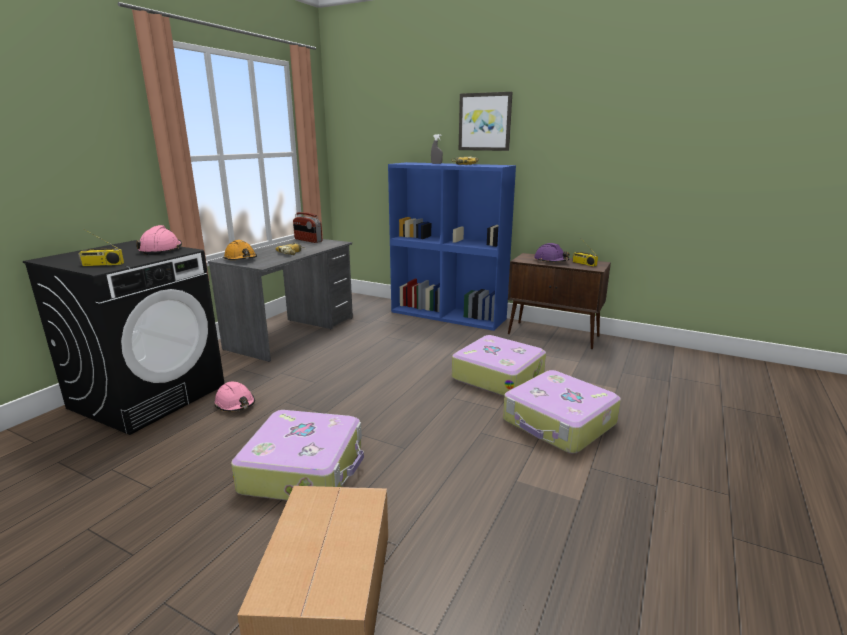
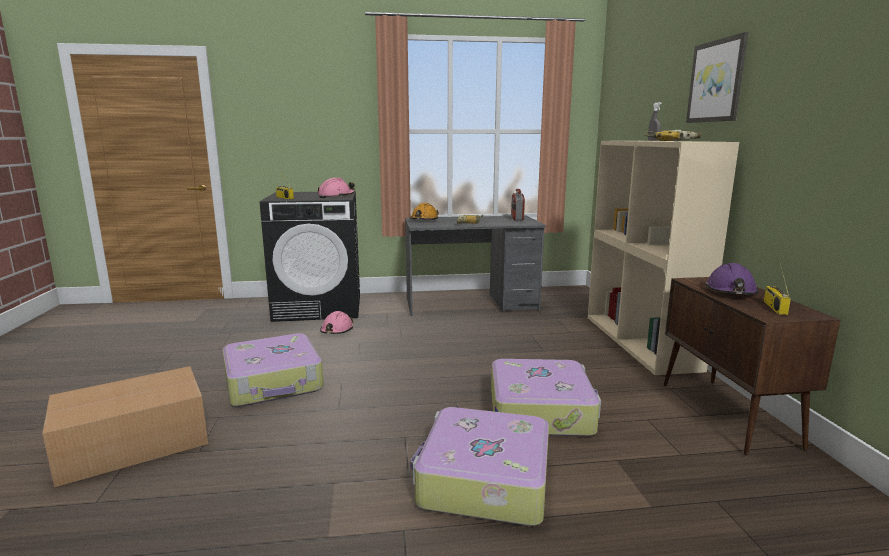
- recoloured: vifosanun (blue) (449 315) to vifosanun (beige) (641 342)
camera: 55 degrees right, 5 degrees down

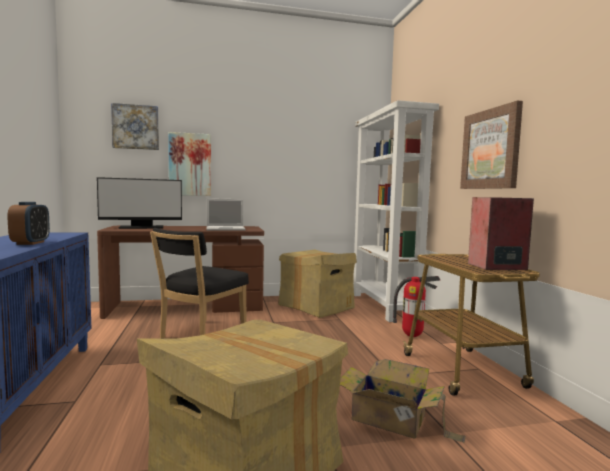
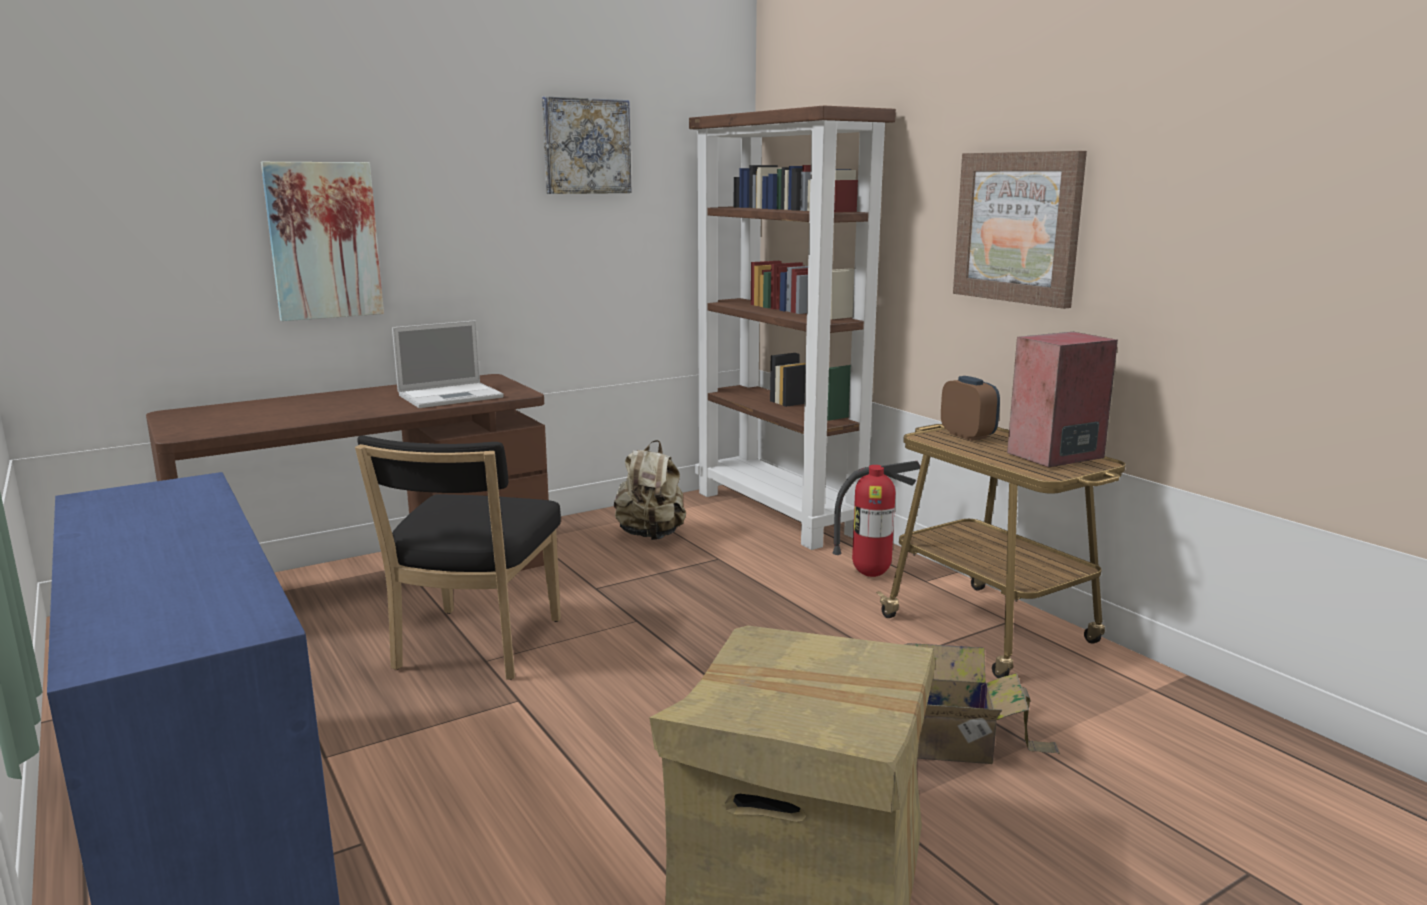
- moved: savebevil (30 243) to (968 435)
- removed: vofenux (141 227)
- moved: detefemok (135 127) to (586 146)
- replaced: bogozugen (316 307) to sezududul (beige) (651 535)
- recoloured: vifosanun (white) (384 306) to vifosanun (brown) (779 513)
camera: 20 degrees left, 10 degrees up

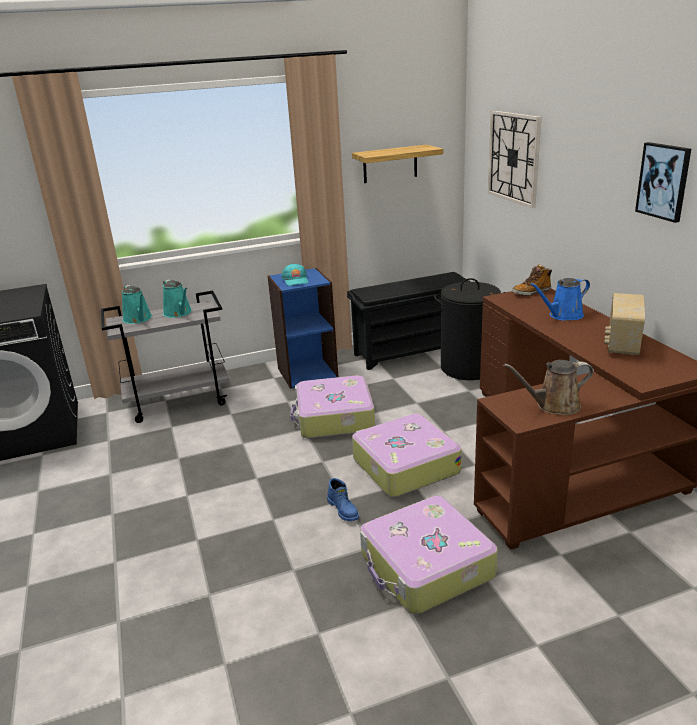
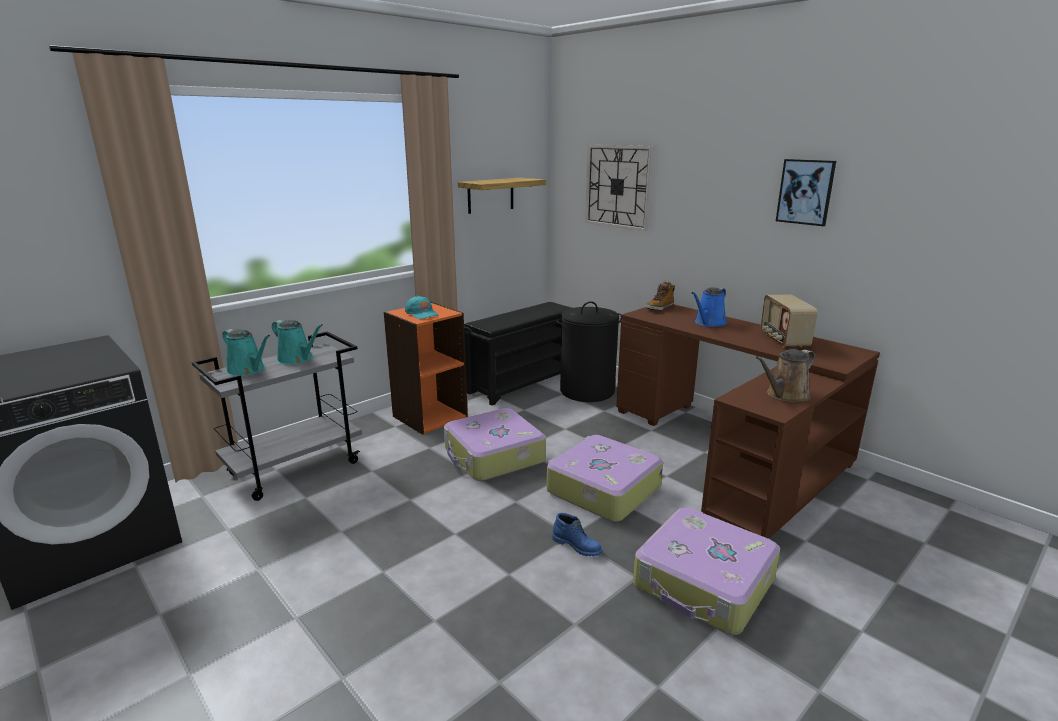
- recoloured: vifosanun (blue) (307 373) to vifosanun (orange) (429 416)
camera: 25 degrees left, 5 degrees down

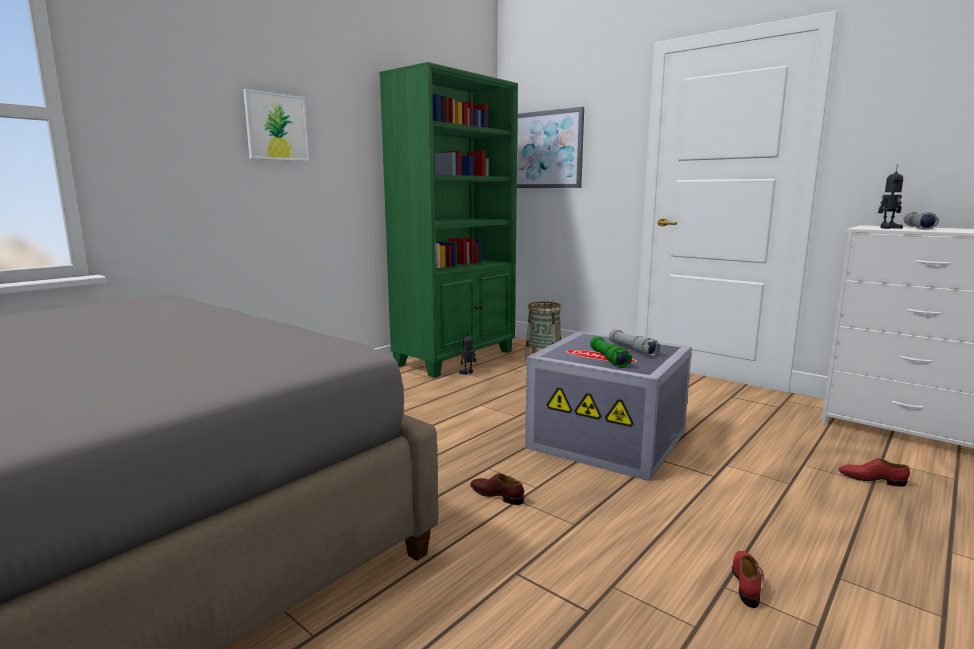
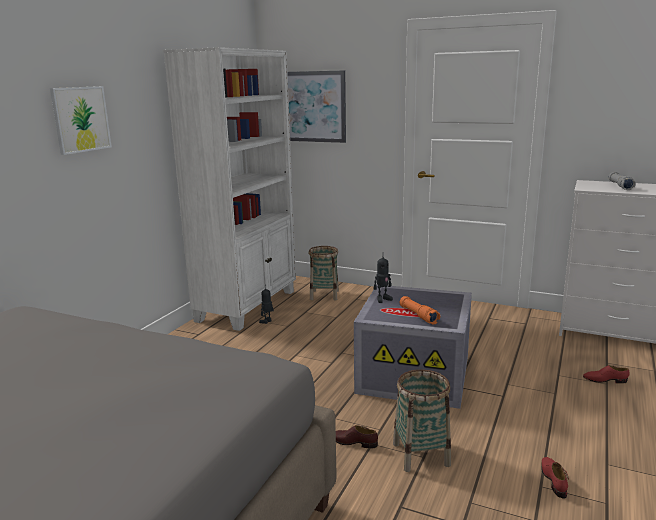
- recoloured: vifosanun (green) (456 358) to vifosanun (white) (248 305)
- recoloured: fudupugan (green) (608 359) to fudupugan (orange) (418 315)
- removed: fudupugan (grey) (632 349)
- moved: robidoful (888 228) to (382 299)
- added: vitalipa (421 454)
camera: 15 degrees left, 5 degrees up

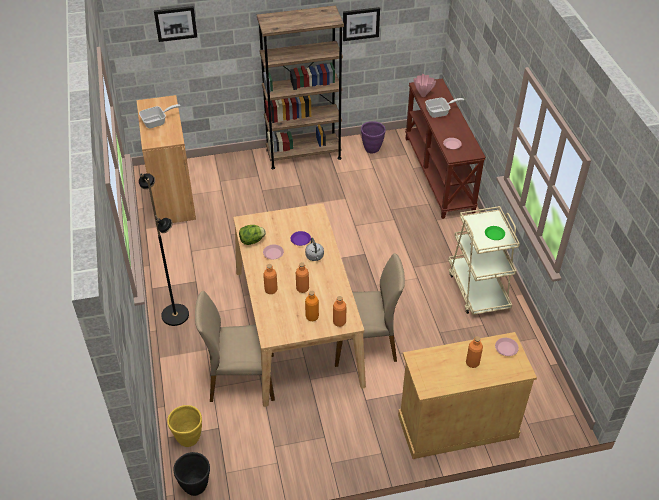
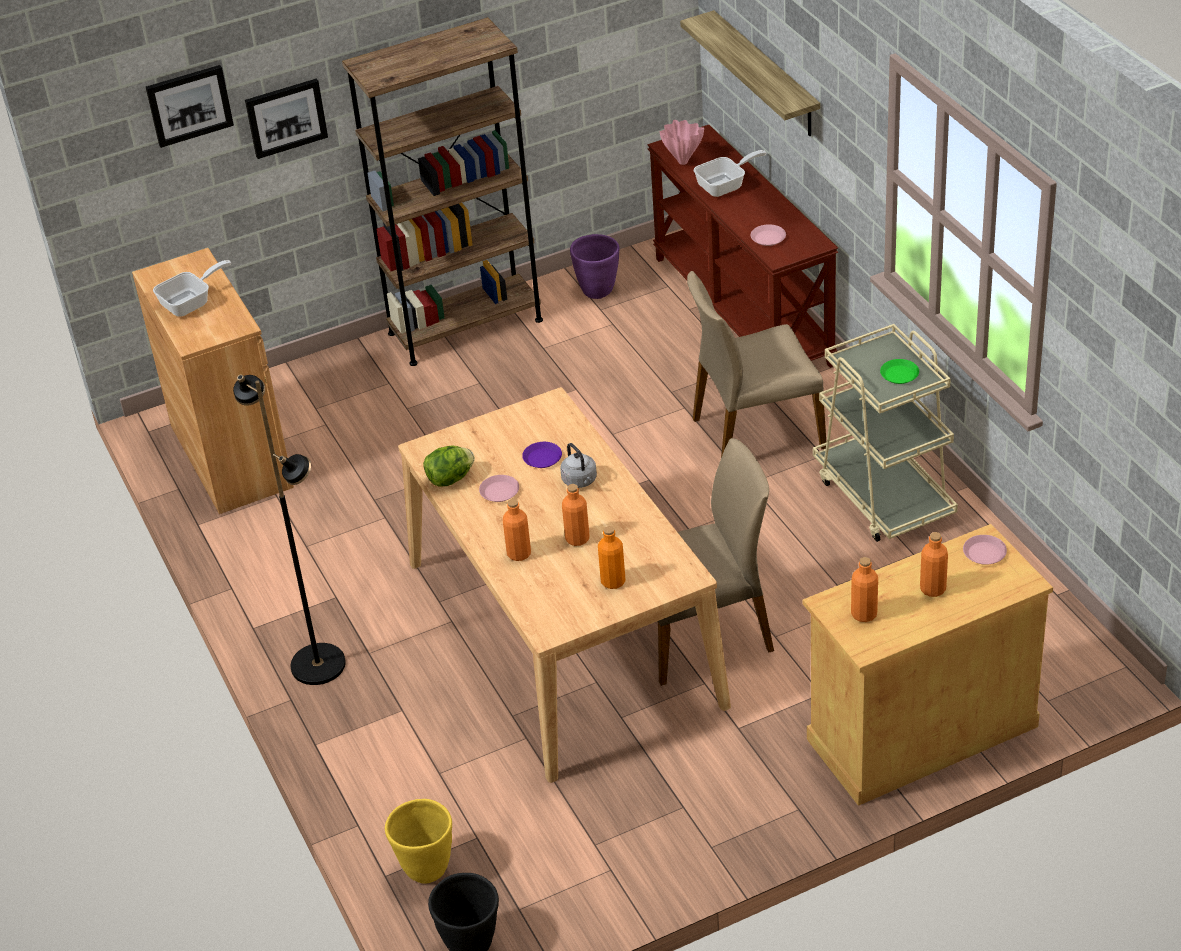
- moved: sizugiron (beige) (241 378) to (756 432)
- moved: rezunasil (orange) (339 322) to (864 614)
- moved: detefemok (360 23) to (286 117)
- added: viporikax (765 75)
camera: 10 degrees left, 5 degrees down

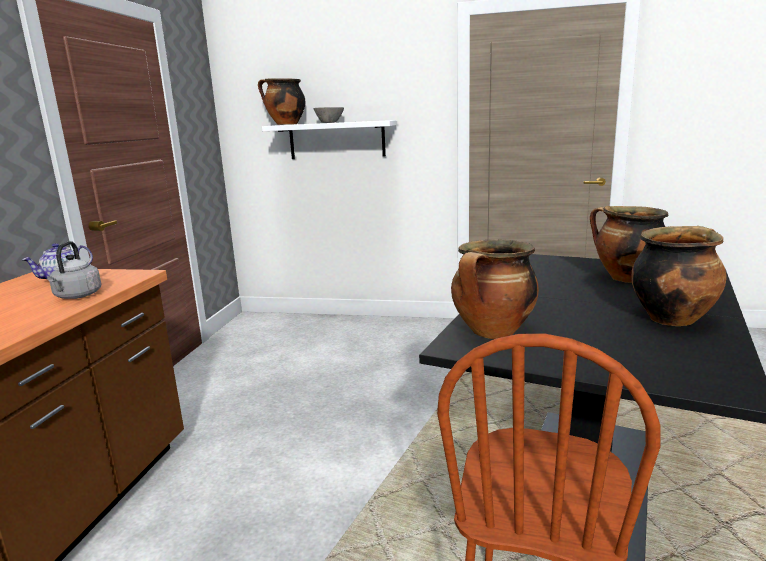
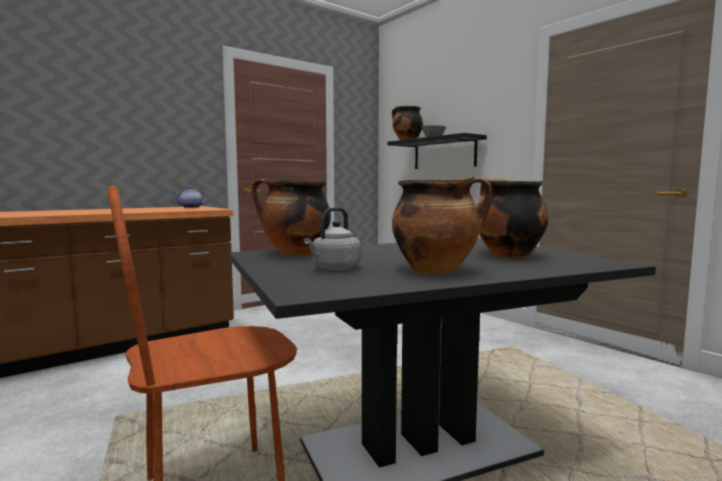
- moved: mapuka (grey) (77 296) to (334 268)
- recoloured: viporikax (white) (336 140) to viporikax (black) (444 153)
camera: 40 degrees right, 10 degrees down

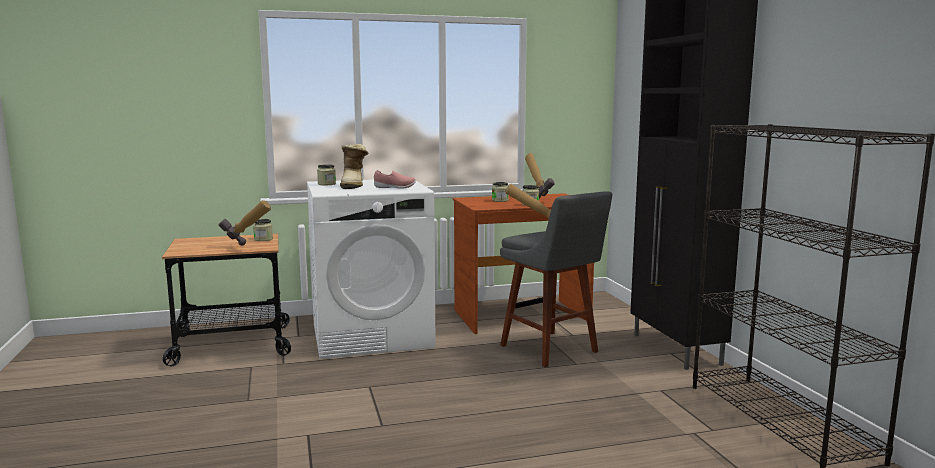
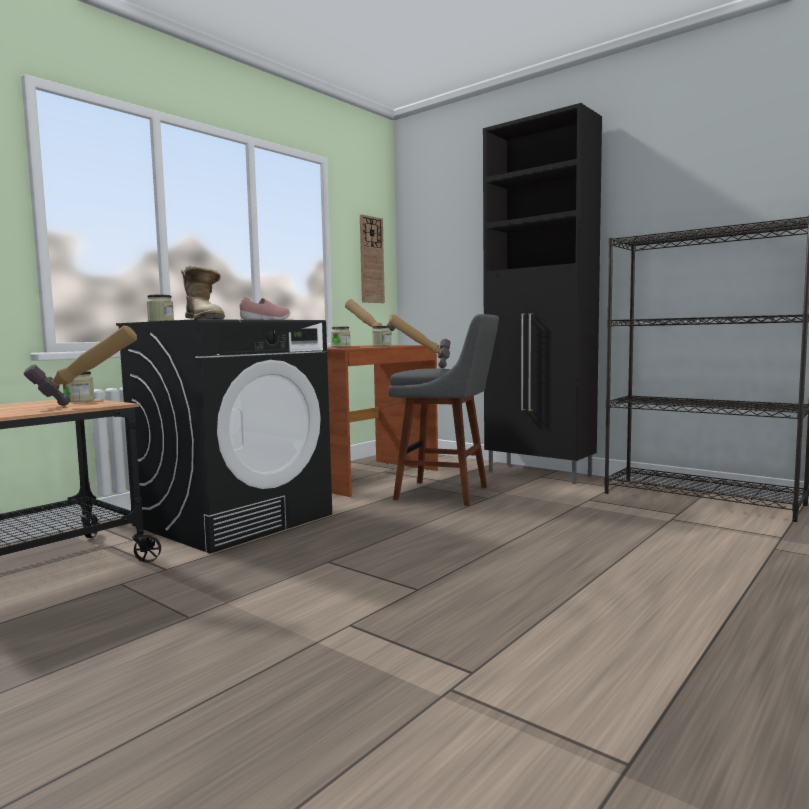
- recoloured: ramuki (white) (372 335) to ramuki (black) (234 519)
- added: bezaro (371 260)
camera: 35 degrees left, 5 degrees down

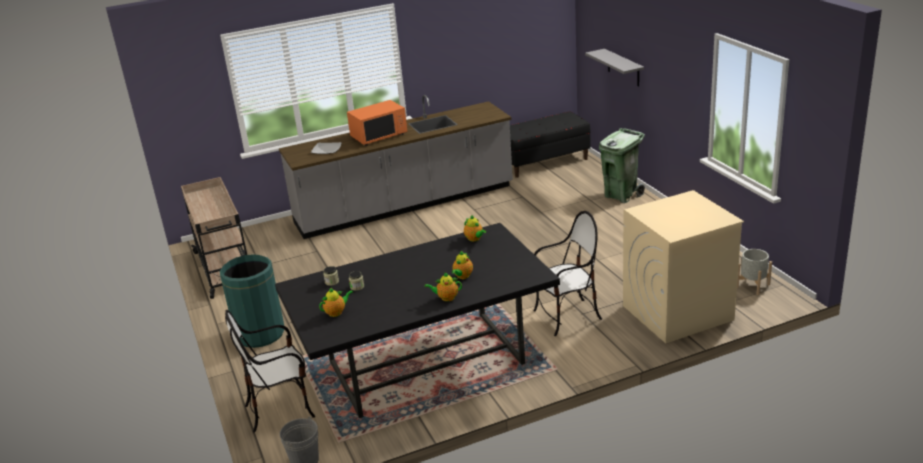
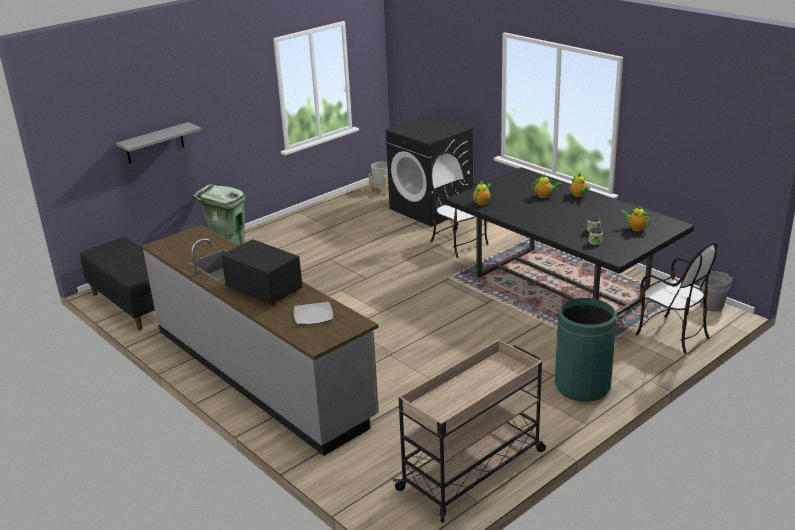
- recoloured: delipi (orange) (379 136) to delipi (black) (263 289)
- recoloured: ramuki (beige) (677 313) to ramuki (black) (431 209)
camera: 110 degrees left, 0 degrees up

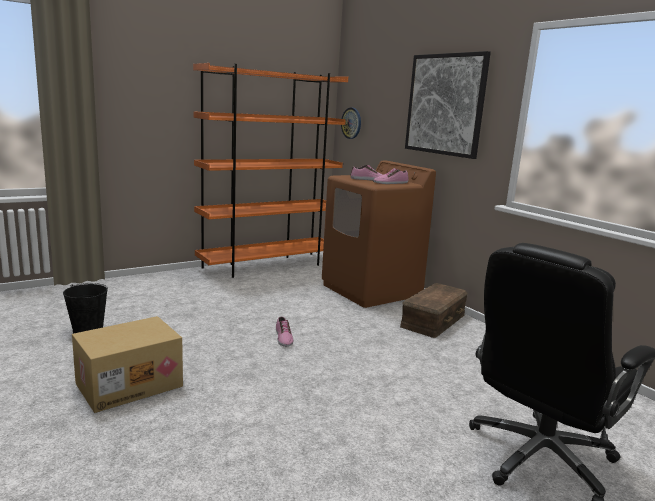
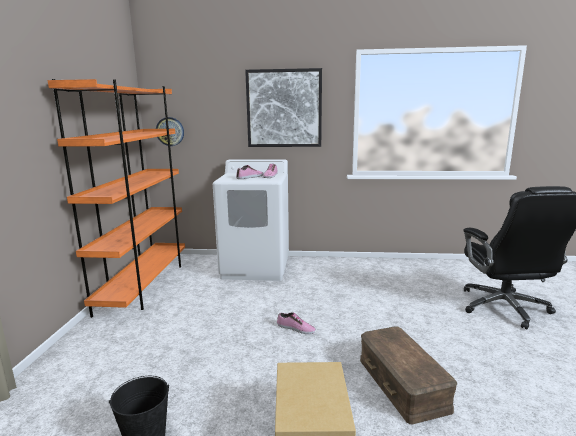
- recoloured: ramuki (brown) (371 290) to ramuki (white) (256 267)
- moved: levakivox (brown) (432 320) to (401 383)
camera: 50 degrees left, 0 degrees up

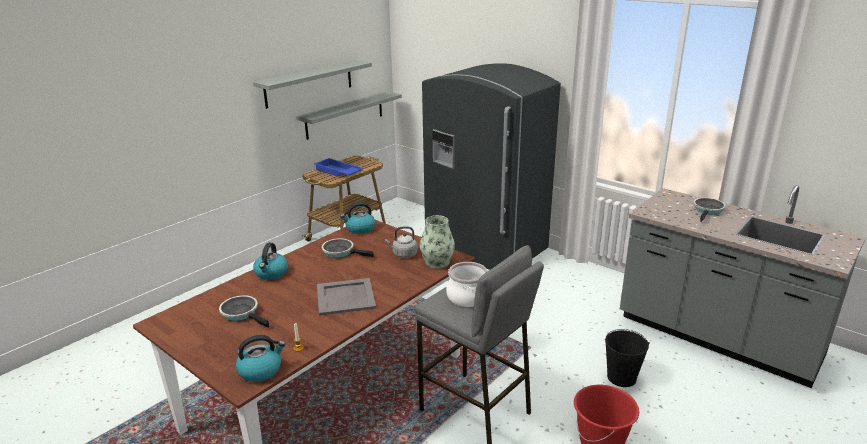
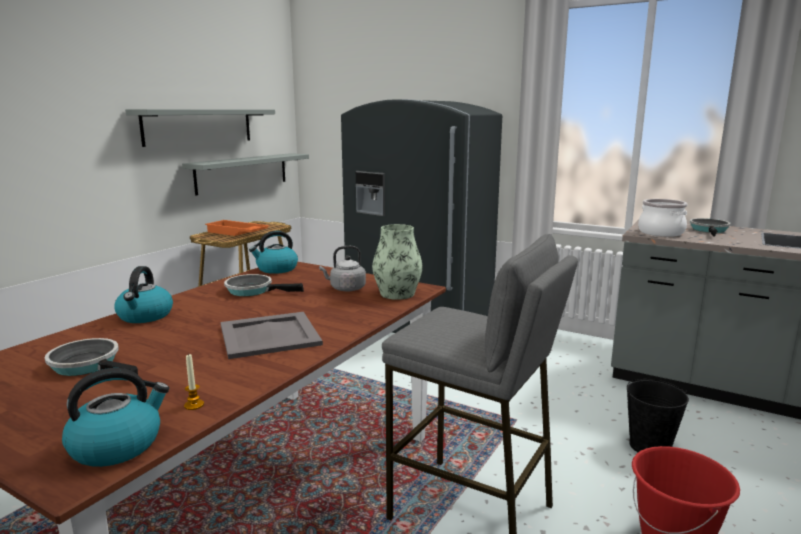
- recoloured: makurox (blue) (338 172) to makurox (orange) (236 233)
- moved: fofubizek (468 297) to (661 233)
camera: 10 degrees left, 10 degrees down

